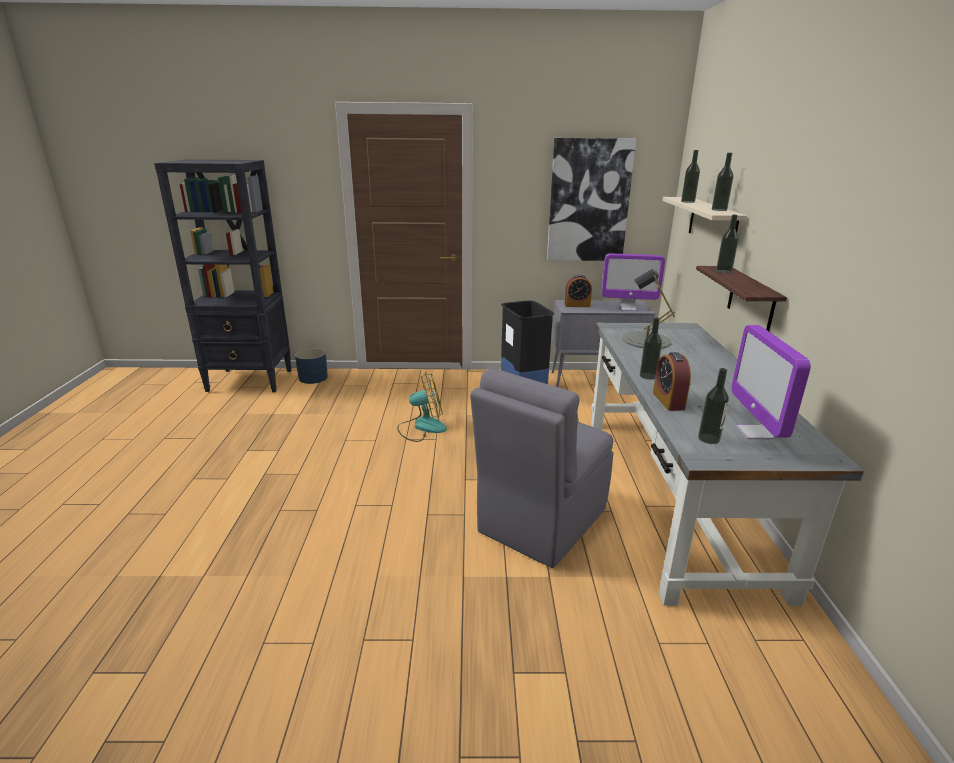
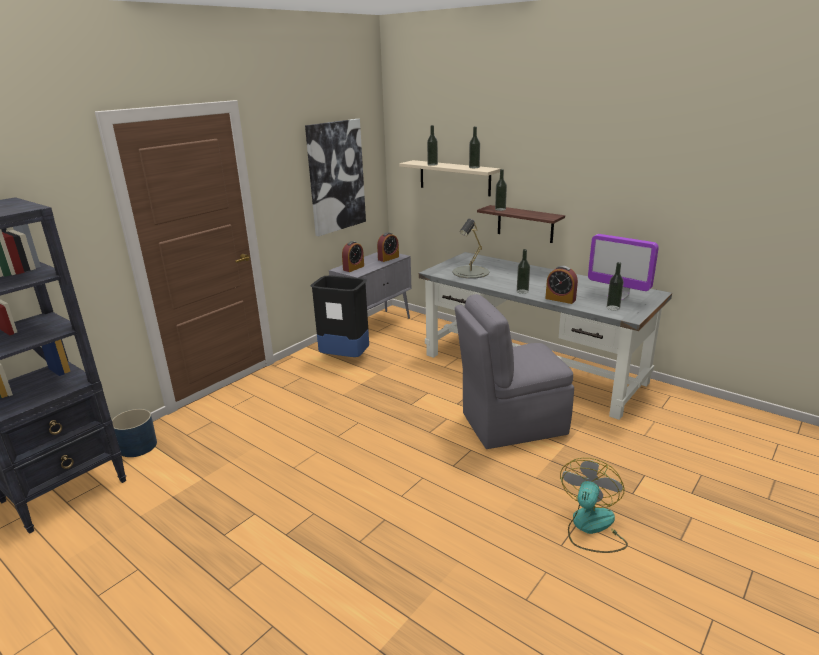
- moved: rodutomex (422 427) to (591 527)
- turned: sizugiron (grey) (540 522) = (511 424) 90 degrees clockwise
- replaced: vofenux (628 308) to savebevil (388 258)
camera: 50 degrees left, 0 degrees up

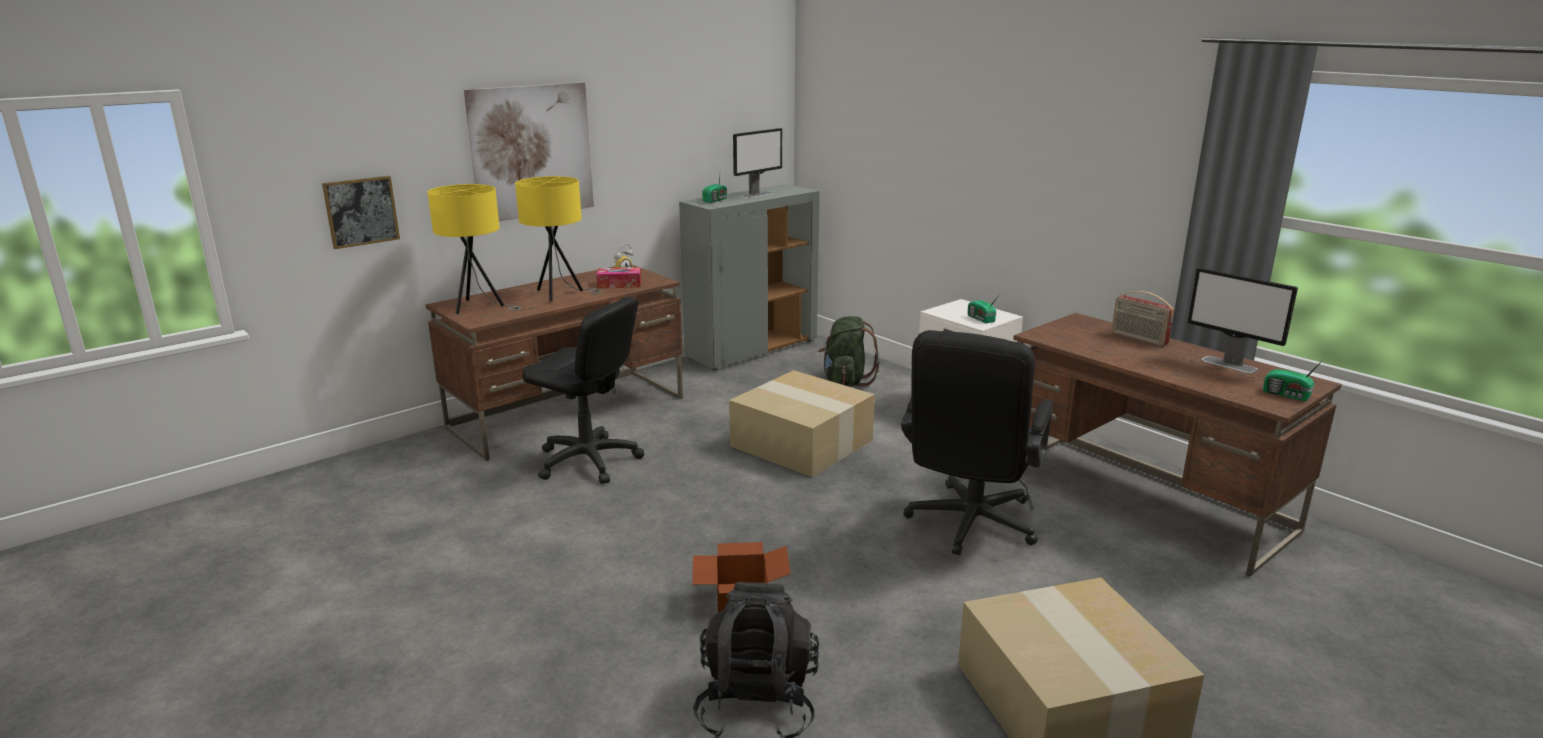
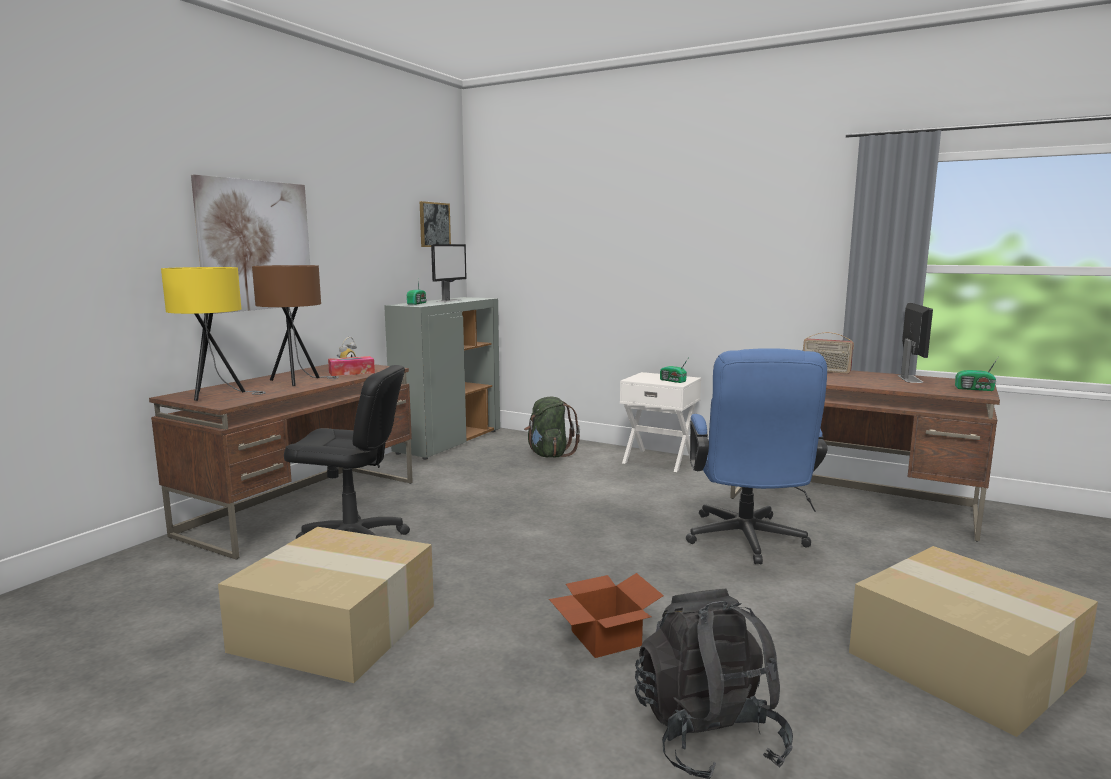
- moved: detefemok (361 211) to (434 224)
- recoloured: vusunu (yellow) (560 295) to vusunu (brown) (297 382)
- moved: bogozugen (804 443) to (339 627)
- recoloured: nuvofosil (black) (968 527) to nuvofosil (blue) (746 542)
- turned: vofenux (1229 365) = (909 378) 105 degrees counterclockwise
camera: 20 degrees left, 10 degrees down

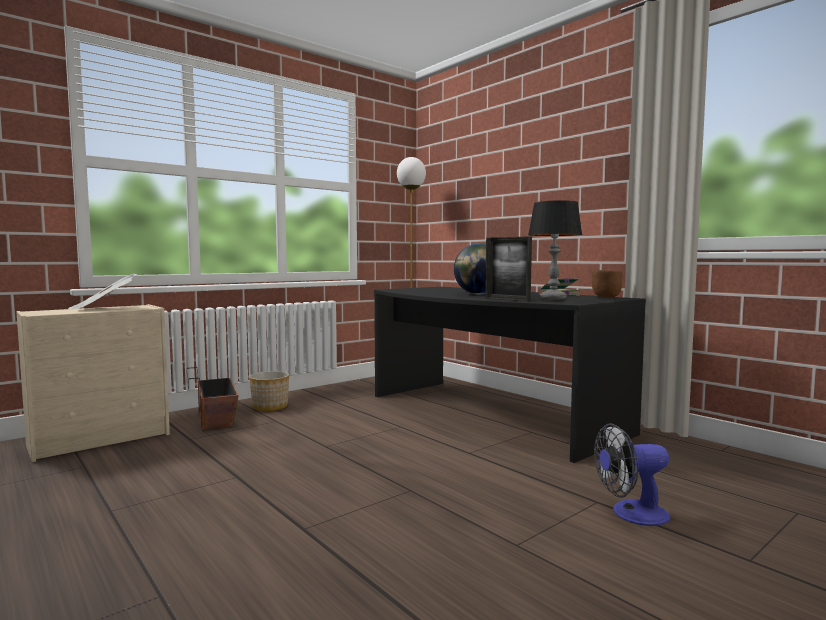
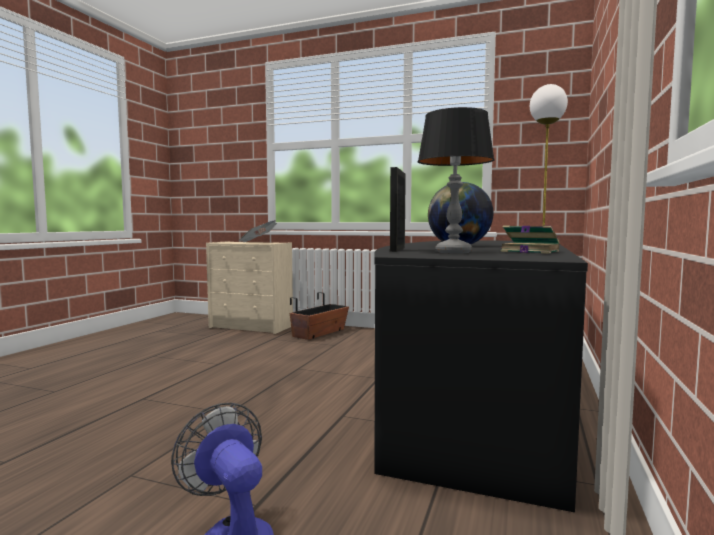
- removed: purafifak (270 407)
- removed: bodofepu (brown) (606 297)
camera: 60 degrees right, 0 degrees up

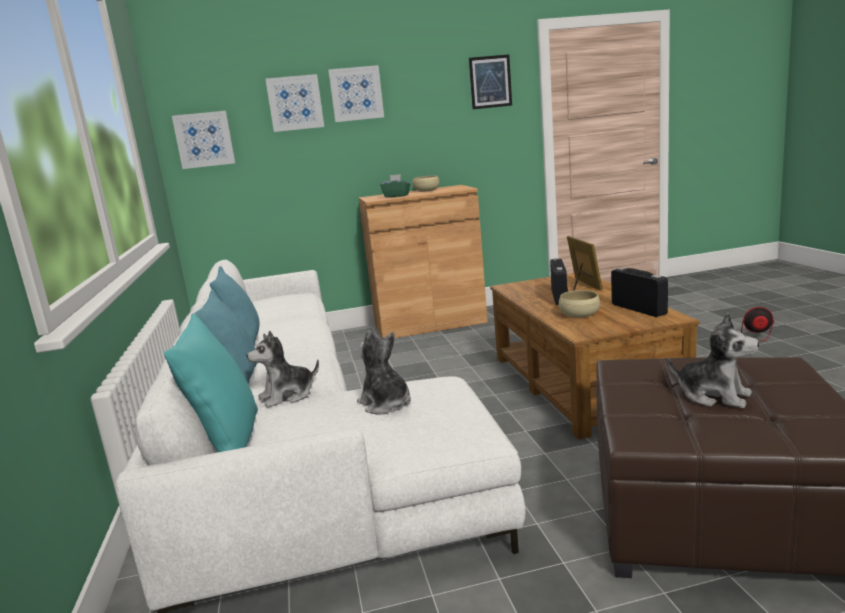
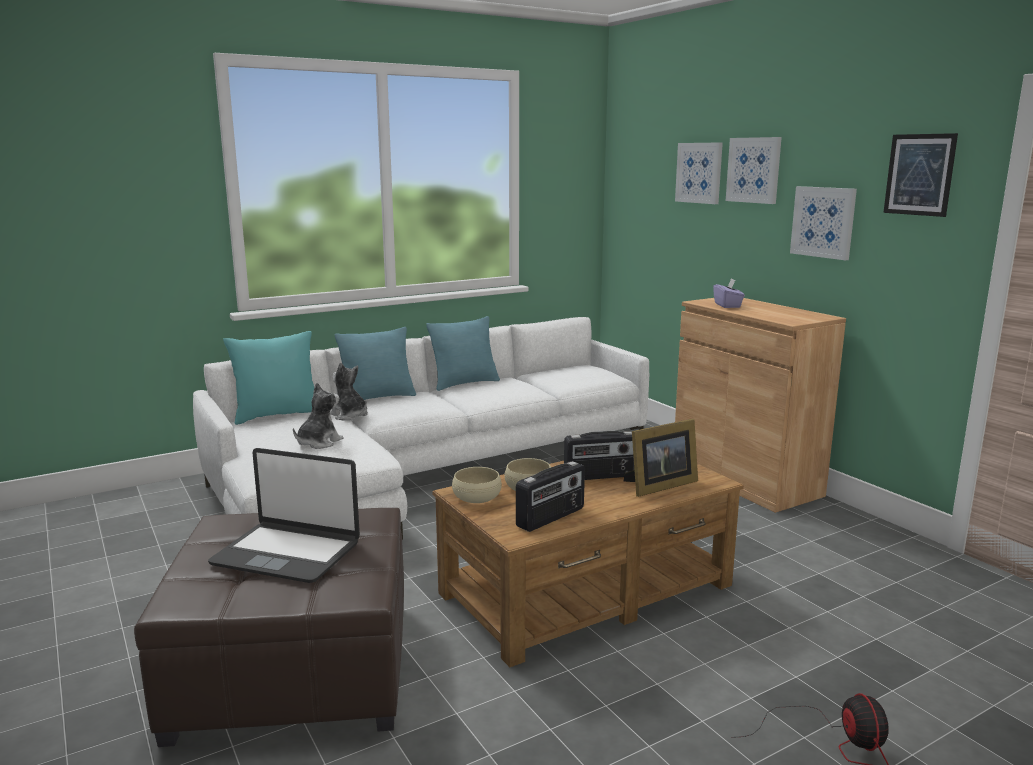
- moved: detefemok (204 140) to (823 222)
- recoloured: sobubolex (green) (396 196) to sobubolex (purple) (727 305)
- moved: bodofepu (beige) (426 190) to (476 498)
- replaced: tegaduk (714 395) to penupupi (287 553)
camera: 70 degrees right, 0 degrees up

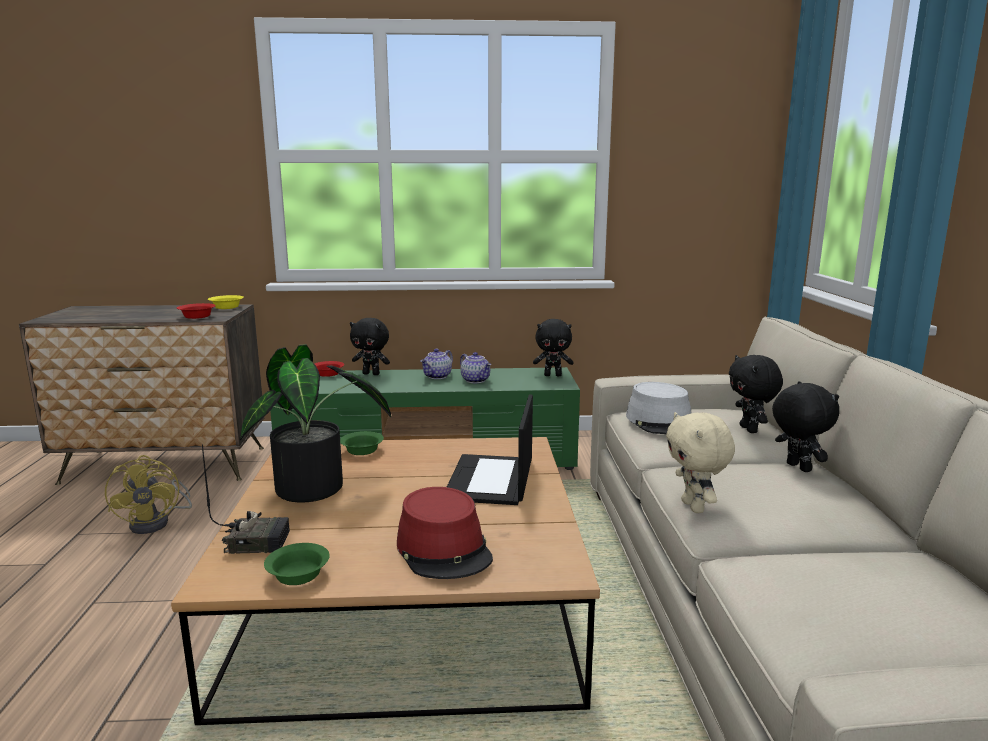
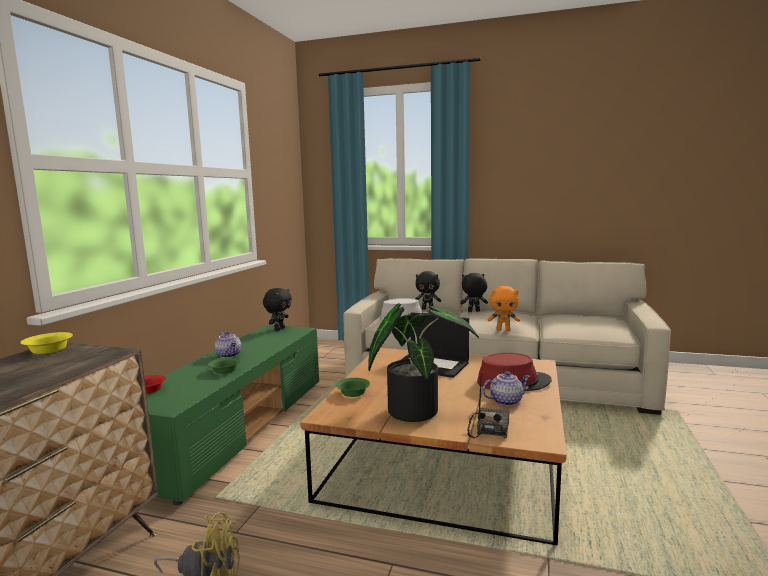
- removed: bodofepu (red) (198 316)
- moved: bodofepu (green) (299 574) to (224 370)
- removed: tegaduk (black) (371 374)
- moved: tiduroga (476 380) to (506 401)
- recoloured: tegaduk (beige) (694 507) to tegaduk (orange) (503 330)
camera: 70 degrees left, 5 degrees down

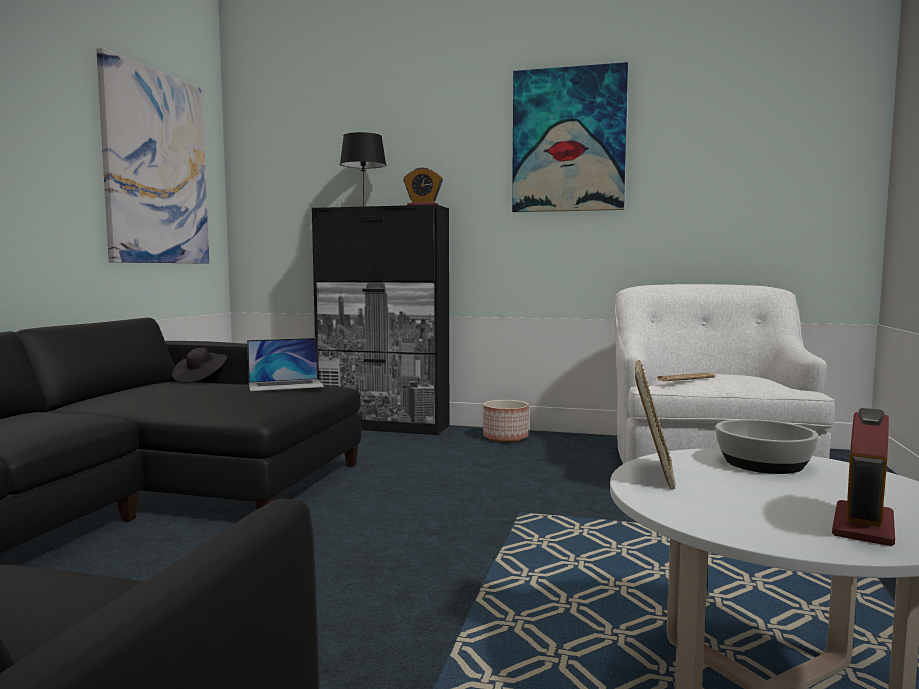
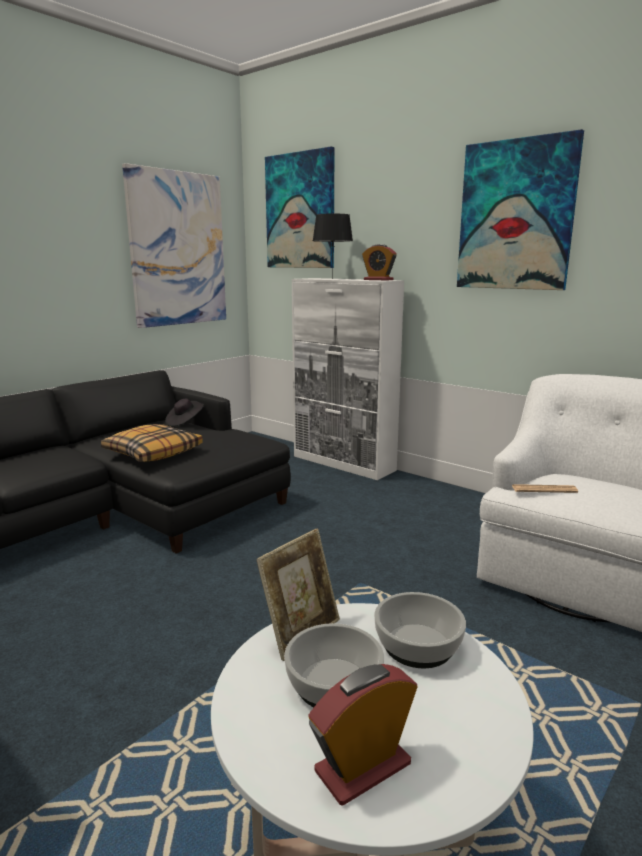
- removed: penupupi (286 385)
- recoloured: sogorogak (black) (384 426) to sogorogak (white) (343 463)
- removed: purafifak (506 438)
- added: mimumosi (153 453)
- added: detefemok (300 211)
- added: bodofepu (332 683)
camera: 25 degrees right, 10 degrees up

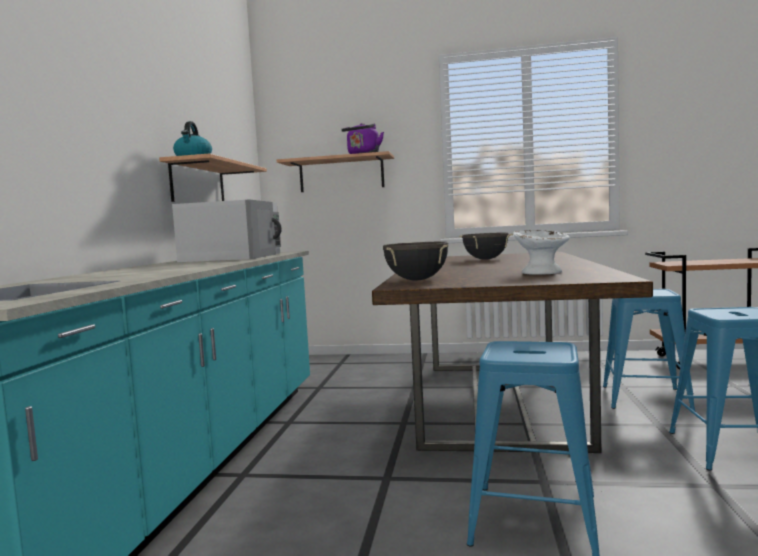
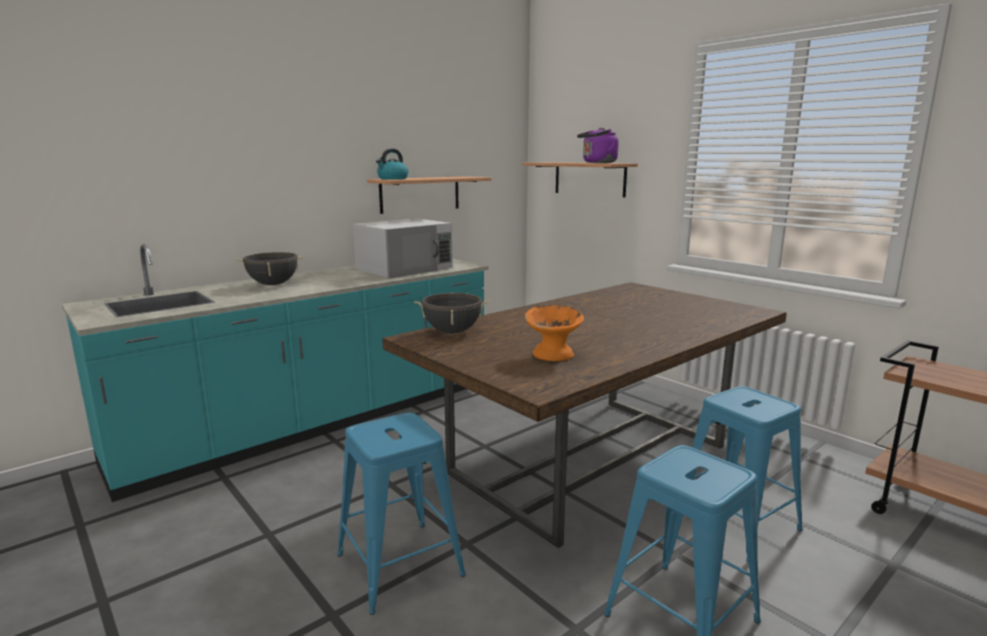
- moved: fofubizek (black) (486 259) to (273 284)
- recoloured: bodofepu (white) (541 273) to bodofepu (orange) (553 354)
camera: 40 degrees right, 10 degrees up

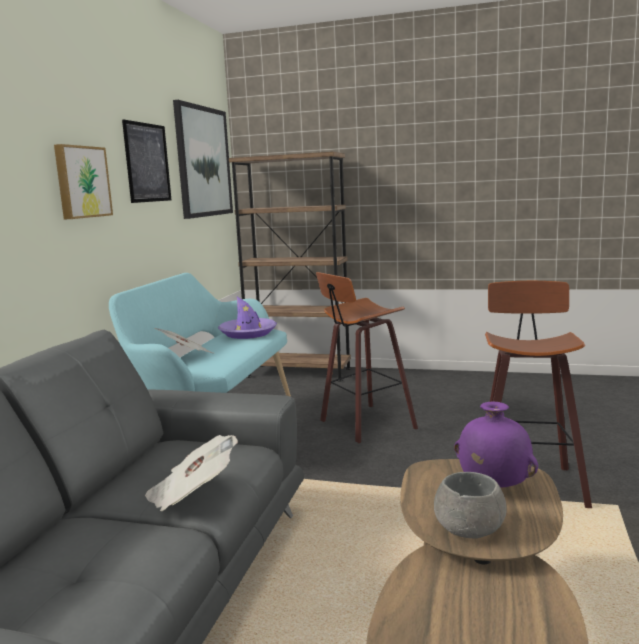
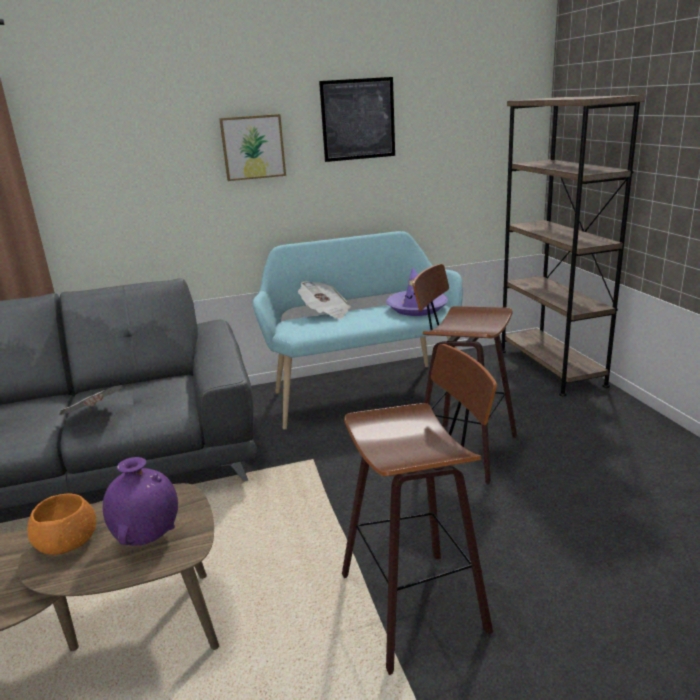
- removed: detefemok (203 162)
- recoloured: bodofepu (grey) (468 528) to bodofepu (orange) (67 542)
camera: 60 degrees right, 10 degrees up

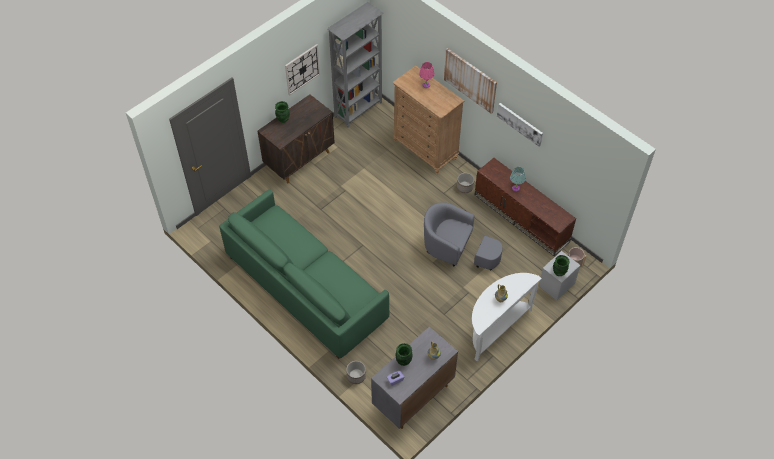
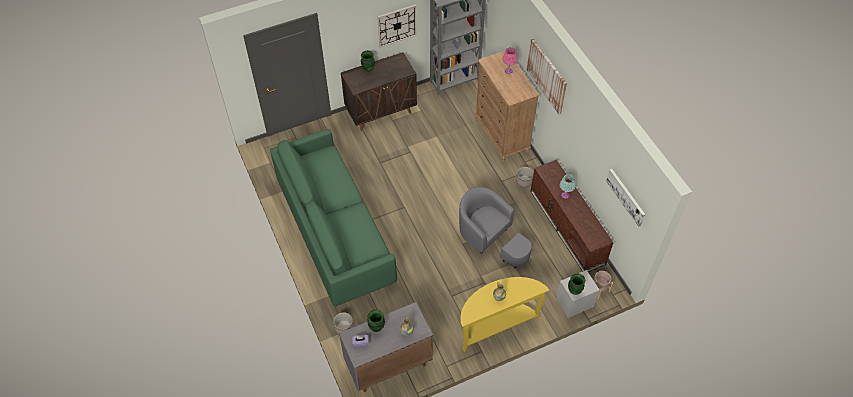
- recoloured: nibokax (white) (495 327) to nibokax (yellow) (496 325)
- moved: detefemok (520 123) to (626 196)
camera: 20 degrees right, 0 degrees up

